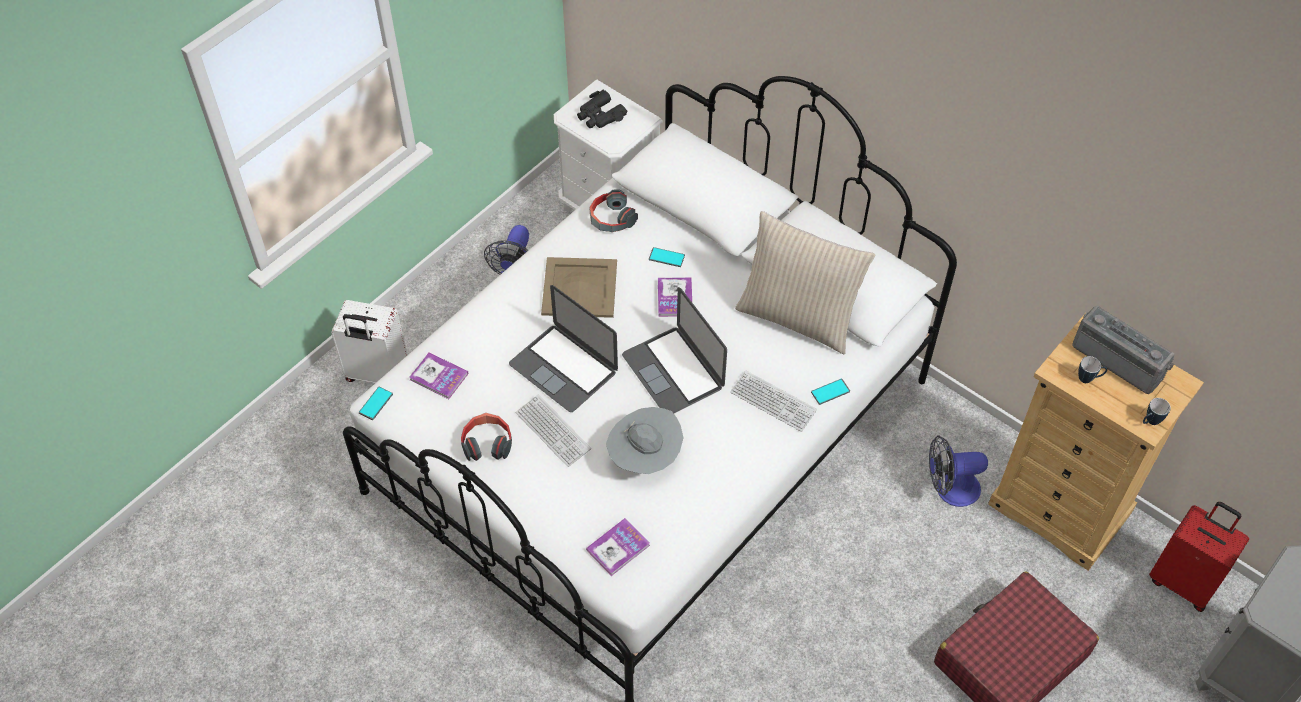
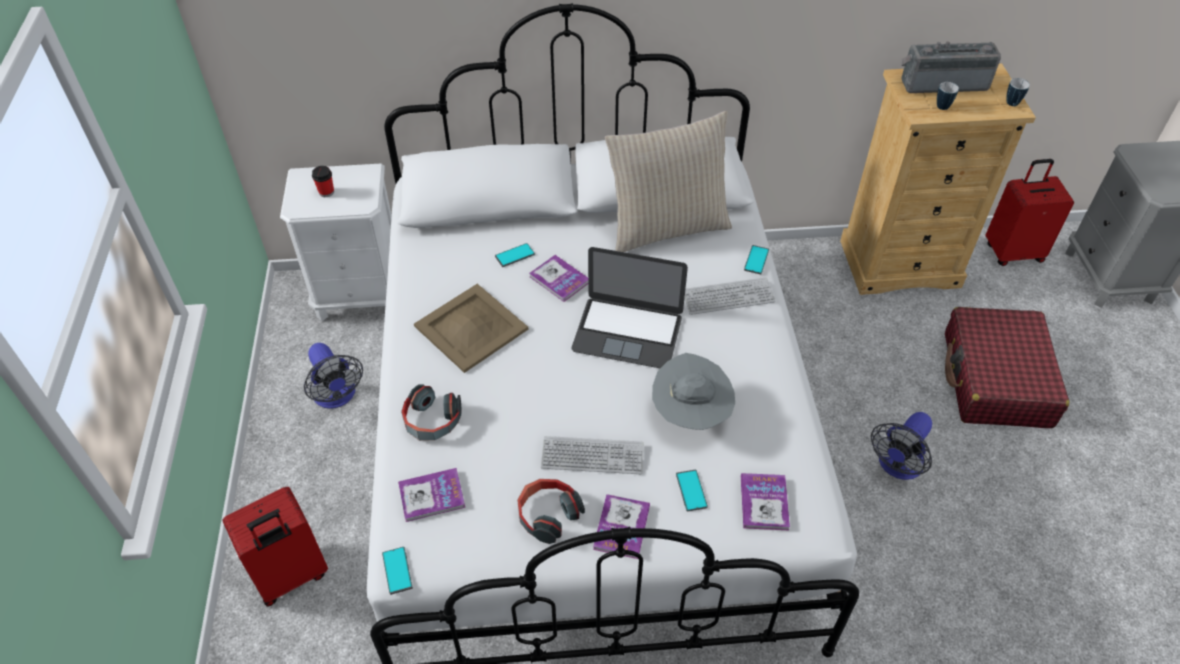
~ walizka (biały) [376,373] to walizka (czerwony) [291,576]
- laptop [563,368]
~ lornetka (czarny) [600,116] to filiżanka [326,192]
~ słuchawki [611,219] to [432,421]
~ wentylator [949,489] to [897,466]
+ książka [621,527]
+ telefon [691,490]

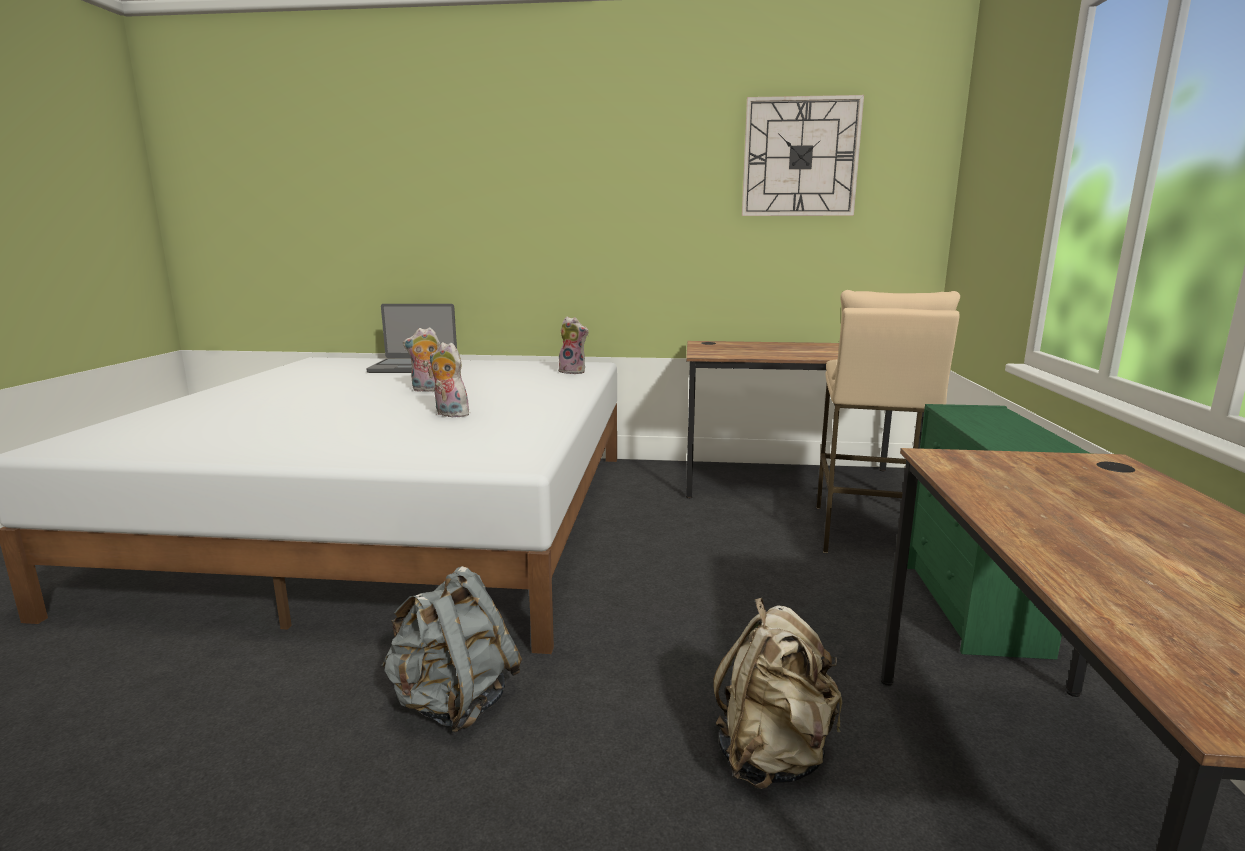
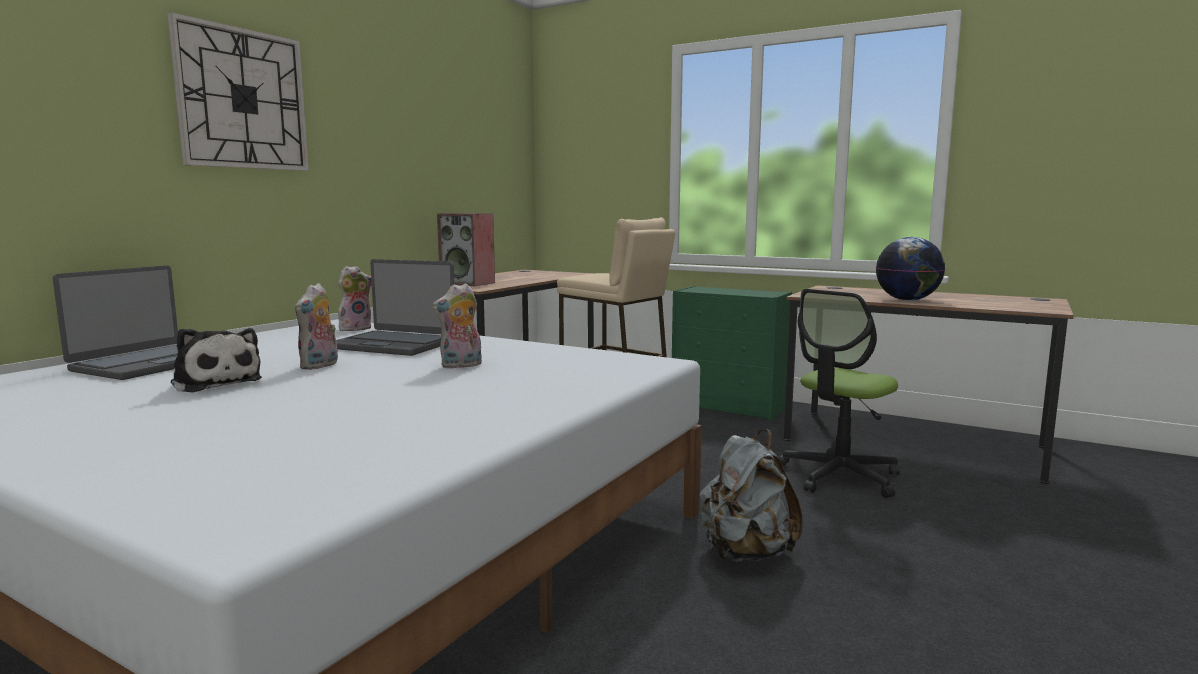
~ plecak (beżowy) [773,755] to krzesło biurowe [839,476]
~ zegar ścienny [800,157] to [242,99]
+ pluszak [216,382]
+ laptop [394,345]
+ głośnik [468,283]
+ globus [907,300]

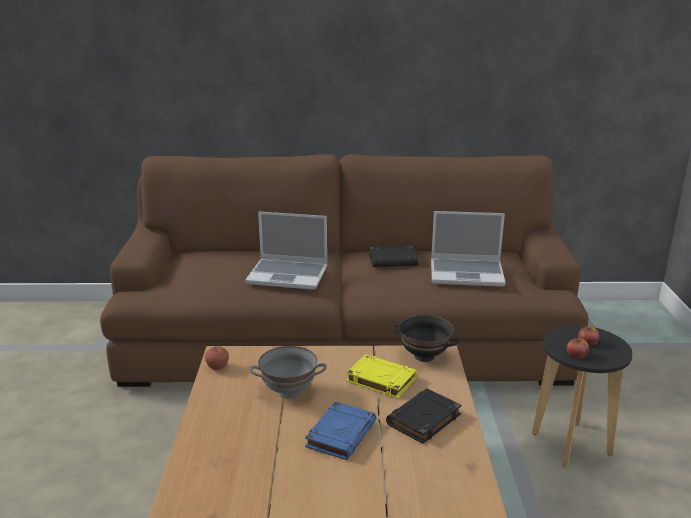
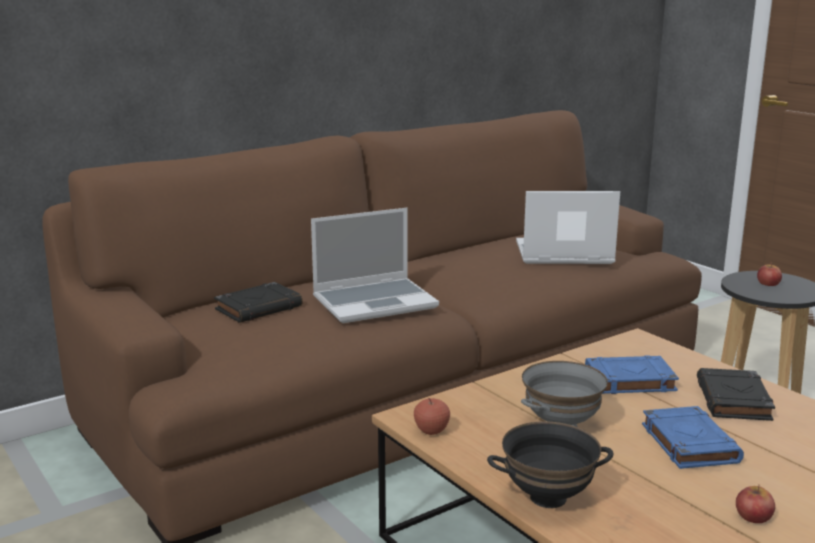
~ książka (żółty) [380,380] to książka (niebieski) [629,381]
~ książka (czarny) [393,260] to [259,308]
~ miska (czarny) [423,357] to [548,498]
~ laptop [467,273] = [562,254] 150 degrees counterclockwise
~ jabłko [576,354] to [753,516]

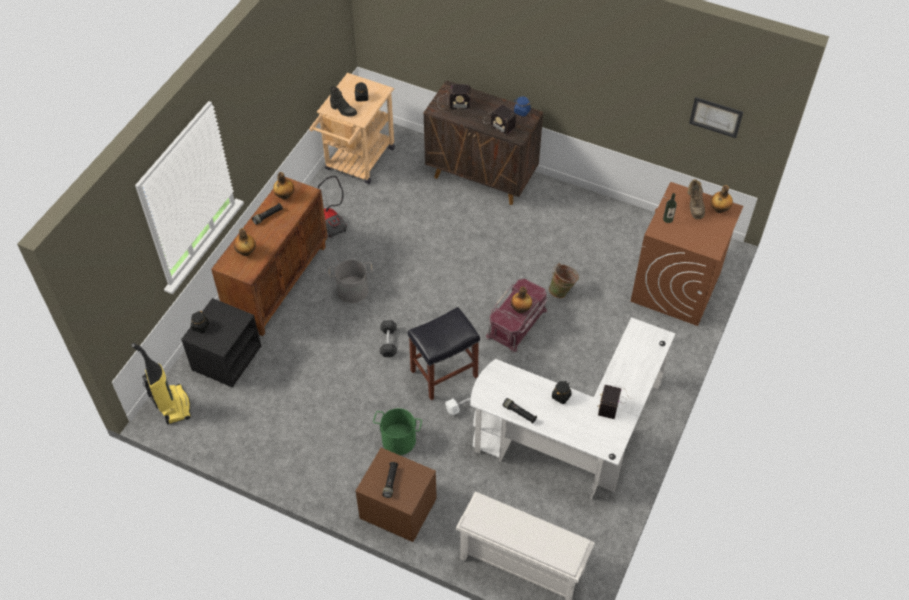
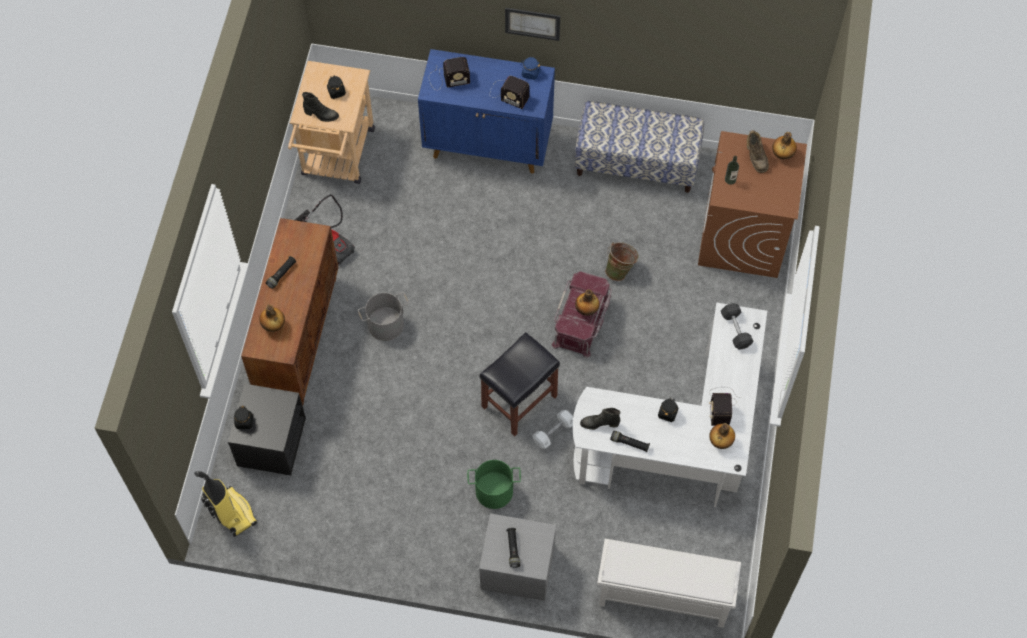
~ butelka [284,196] to [720,441]
~ szafka nocna (brązowy) [397,509] to szafka nocna (szary) [516,569]
~ hantel (szary) [388,342] to [735,330]
~ szafka (brązowy) [482,177] to szafka (niebieski) [489,144]
~ obraz [716,117] to [532,23]
+ ławka [637,163]
+ but z cholewką (czarny) [599,423]

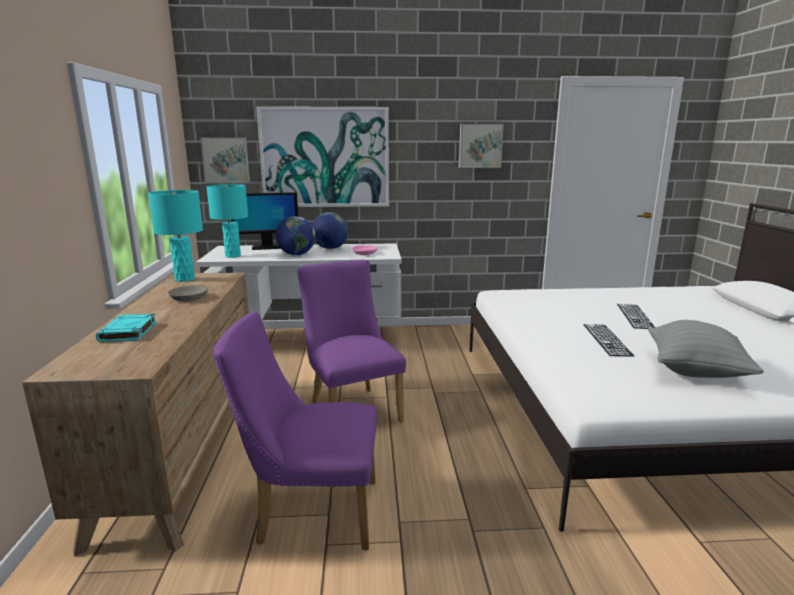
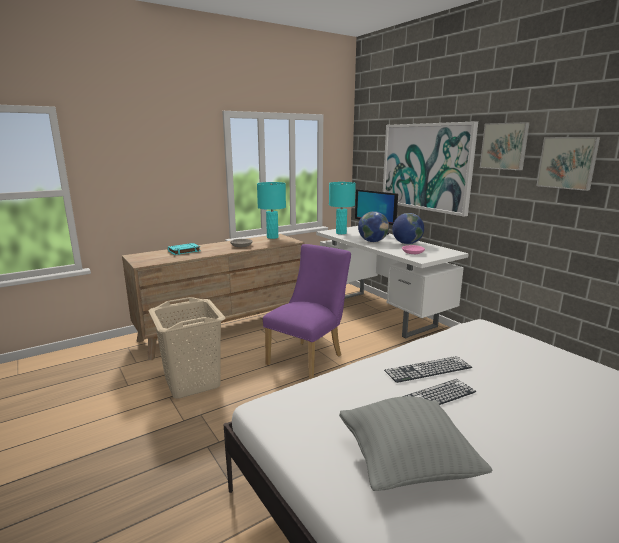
~ obraz [226,159] to [504,146]
~ krzesło (fioletowy) [309,512] to kosz na pranie (beżowy) [193,382]
~ klawiatura [635,316] to [428,369]

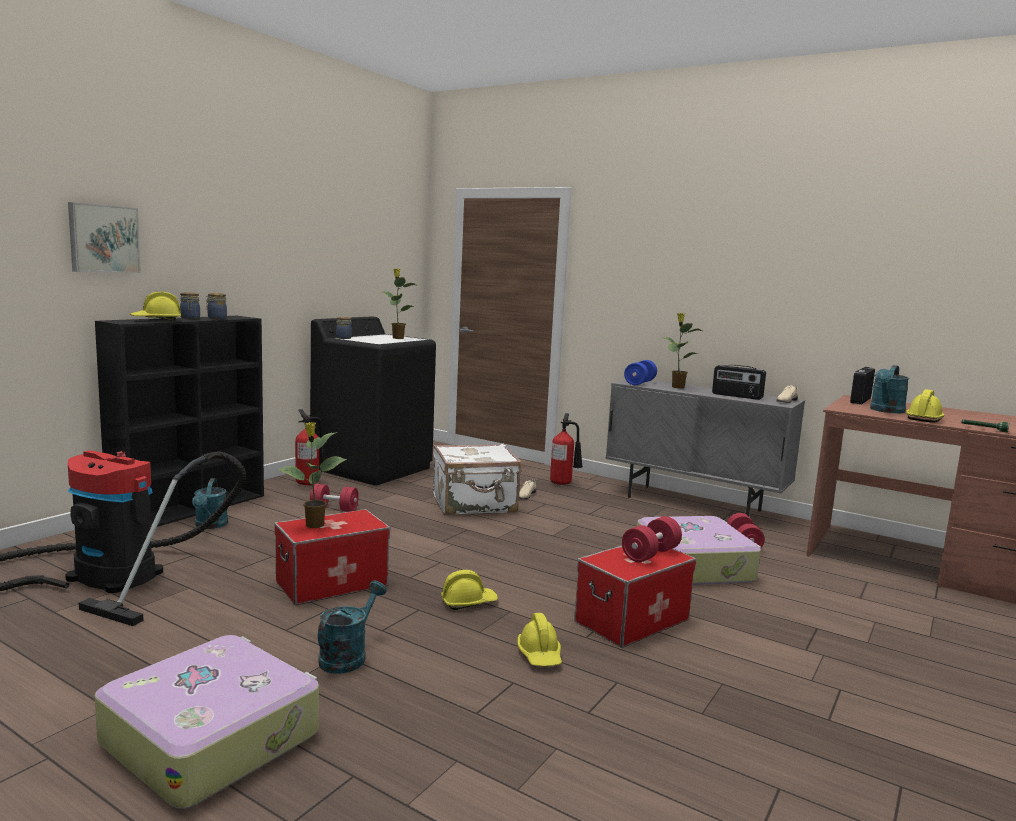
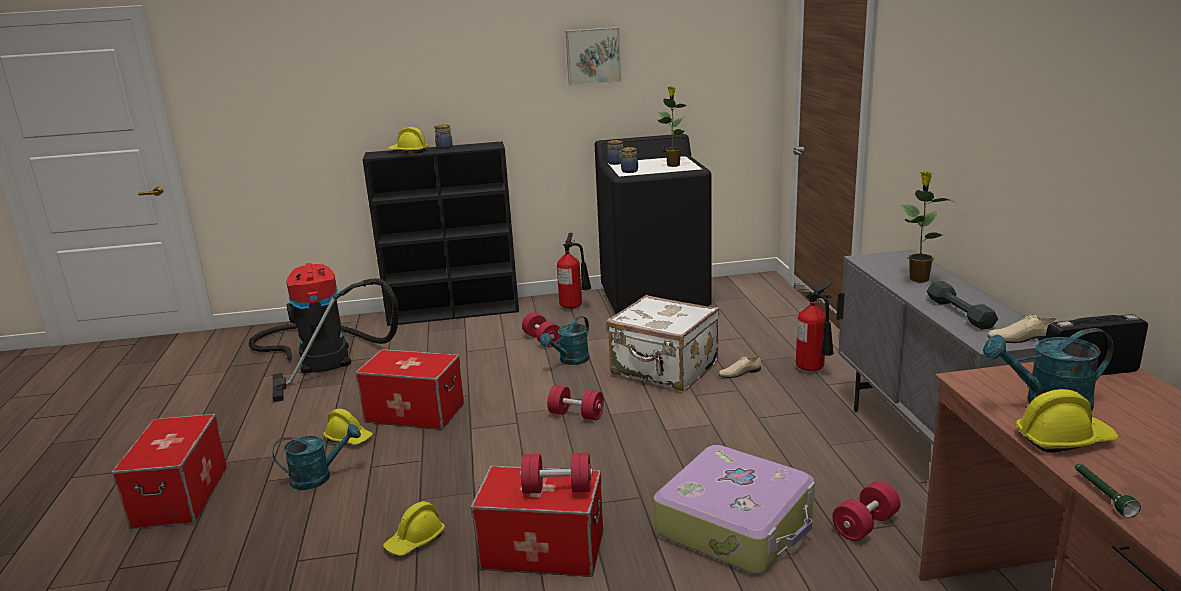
~ obraz [103,239] to [593,56]
~ walizka [212,737] to pojemnik do przechowywania [180,496]
~ konewka (turkusowy) [210,525] to [570,361]
~ słoik [216,318] to [628,171]
- roślina doniczkowa [314,525]
~ kask (żółty) [468,602] to [349,438]
- hantel (niebieski) [640,383]
~ radio [737,396] to hantel (szary) [960,313]
+ hantel (czerwony) [576,415]

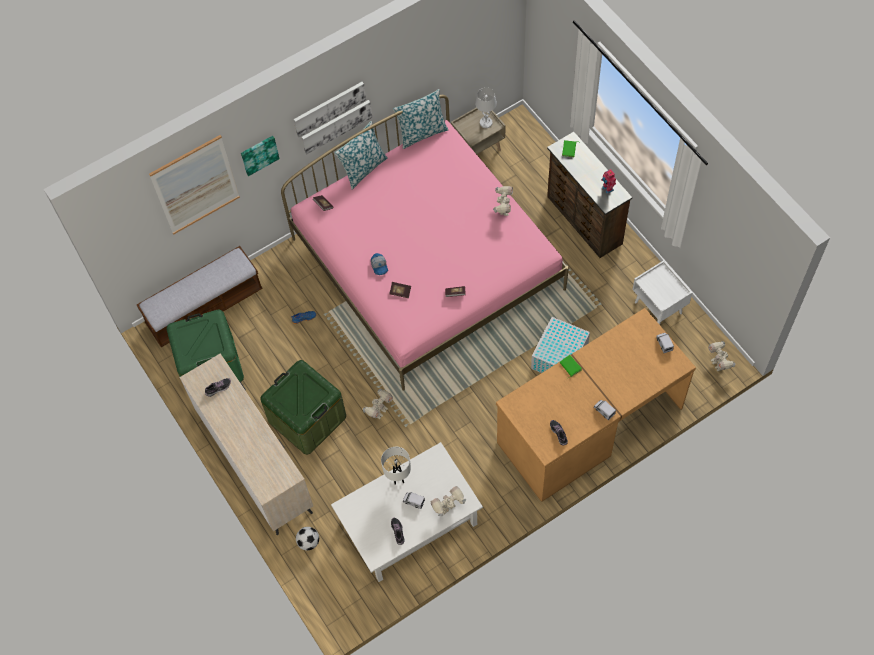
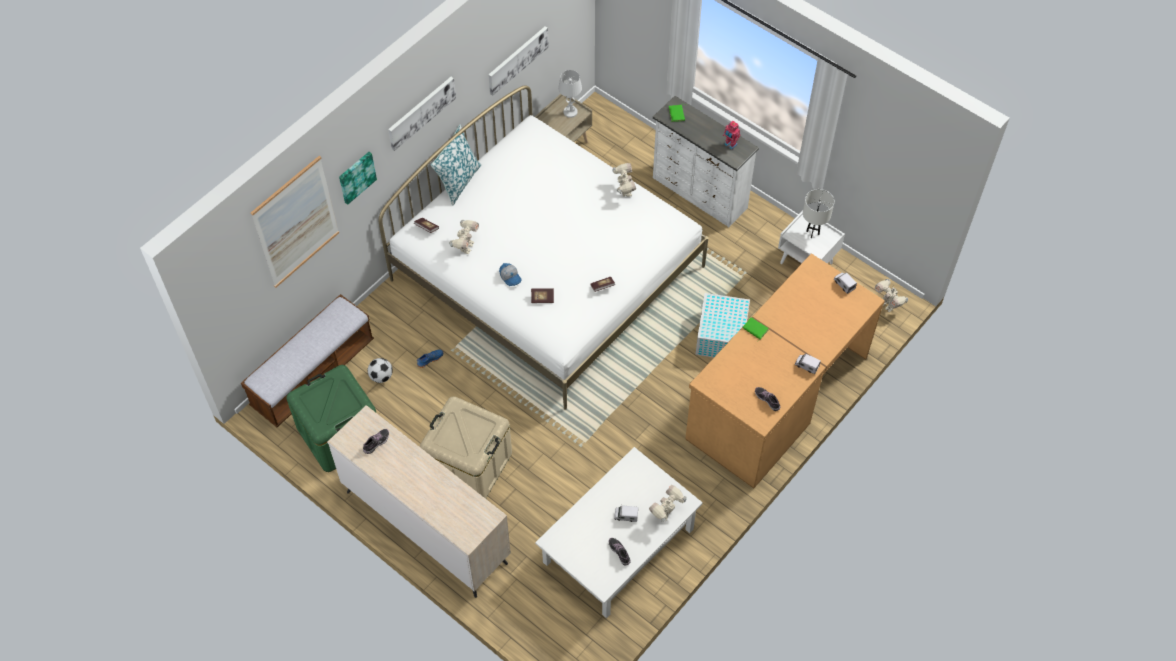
~ pojemnik do przechowywania (zielony) [307,418] to pojemnik do przechowywania (beżowy) [468,464]
~ łóżko (różowy) [427,264] to łóżko (biały) [547,273]
~ piłka futbolowa [308,542] to [381,376]
~ obraz [336,126] to [517,59]
~ robot zabawkowy [379,411] to [466,247]
~ lampa stołowa (biały) [398,479] to [812,233]
- poduszka [422,133]
~ komoda (brązowy) [583,221] to komoda (biały) [699,194]

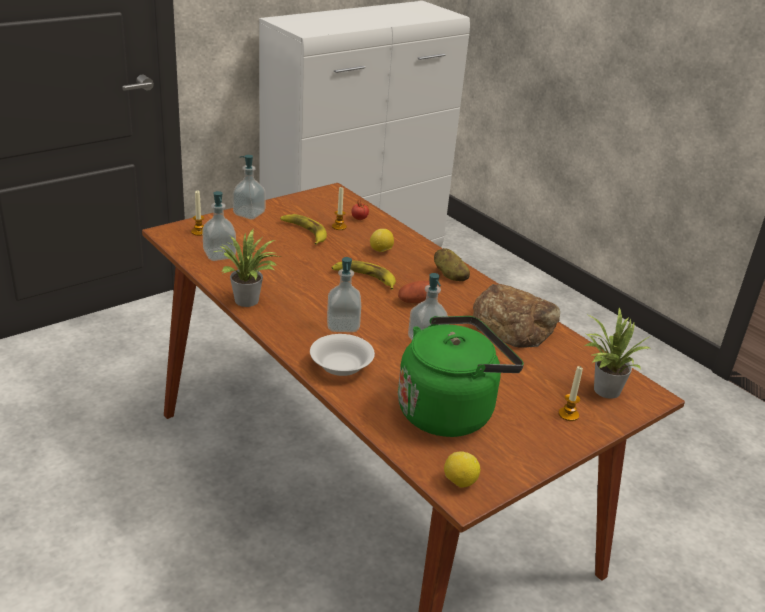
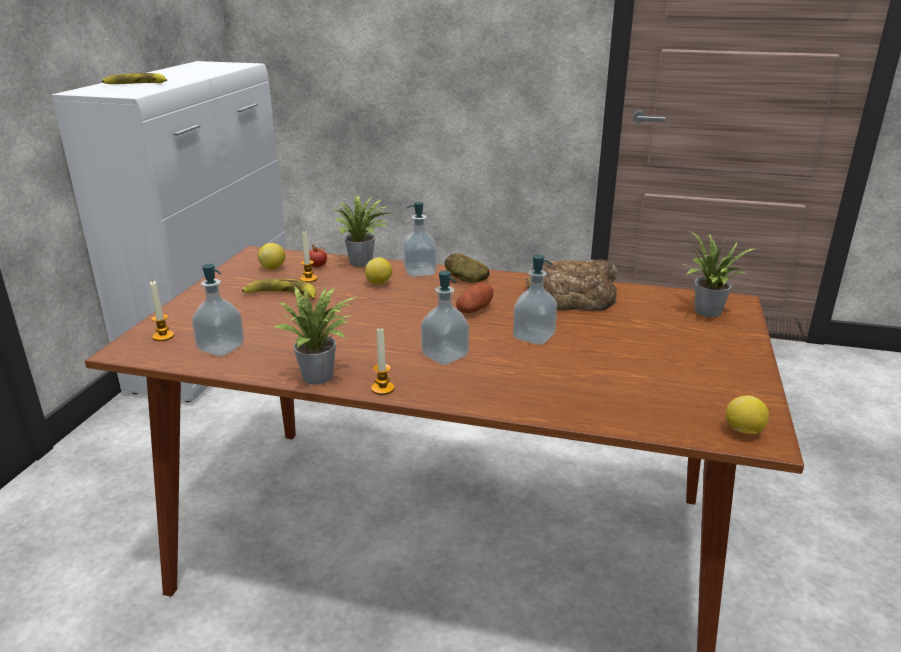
~ dozownik mydła [249,214] to [420,272]
- miska (biały) [340,366]
~ banan [364,278] to [136,84]
- czajnik (zielony) [449,410]
~ świeca [568,414] to [382,388]
+ cytryna [273,268]
+ roślina doniczkowa [363,263]

